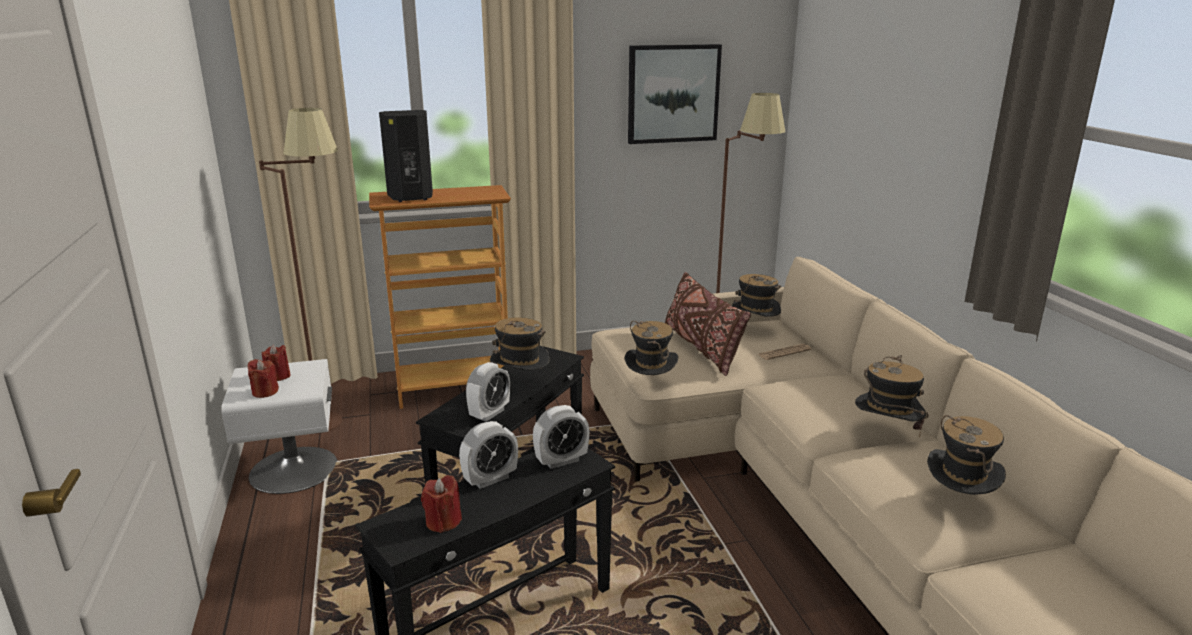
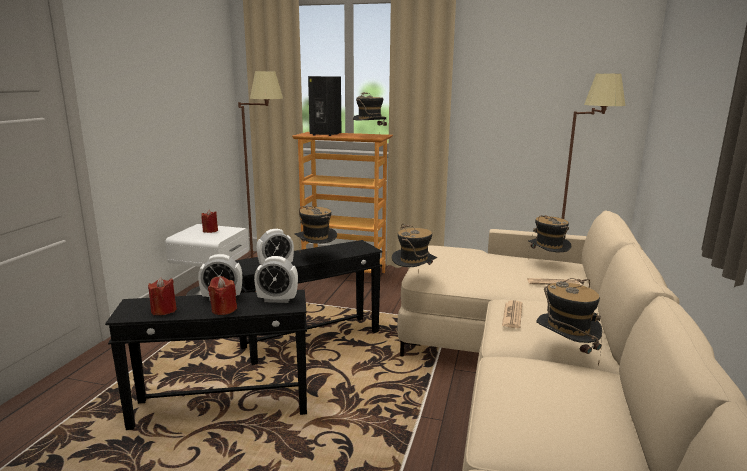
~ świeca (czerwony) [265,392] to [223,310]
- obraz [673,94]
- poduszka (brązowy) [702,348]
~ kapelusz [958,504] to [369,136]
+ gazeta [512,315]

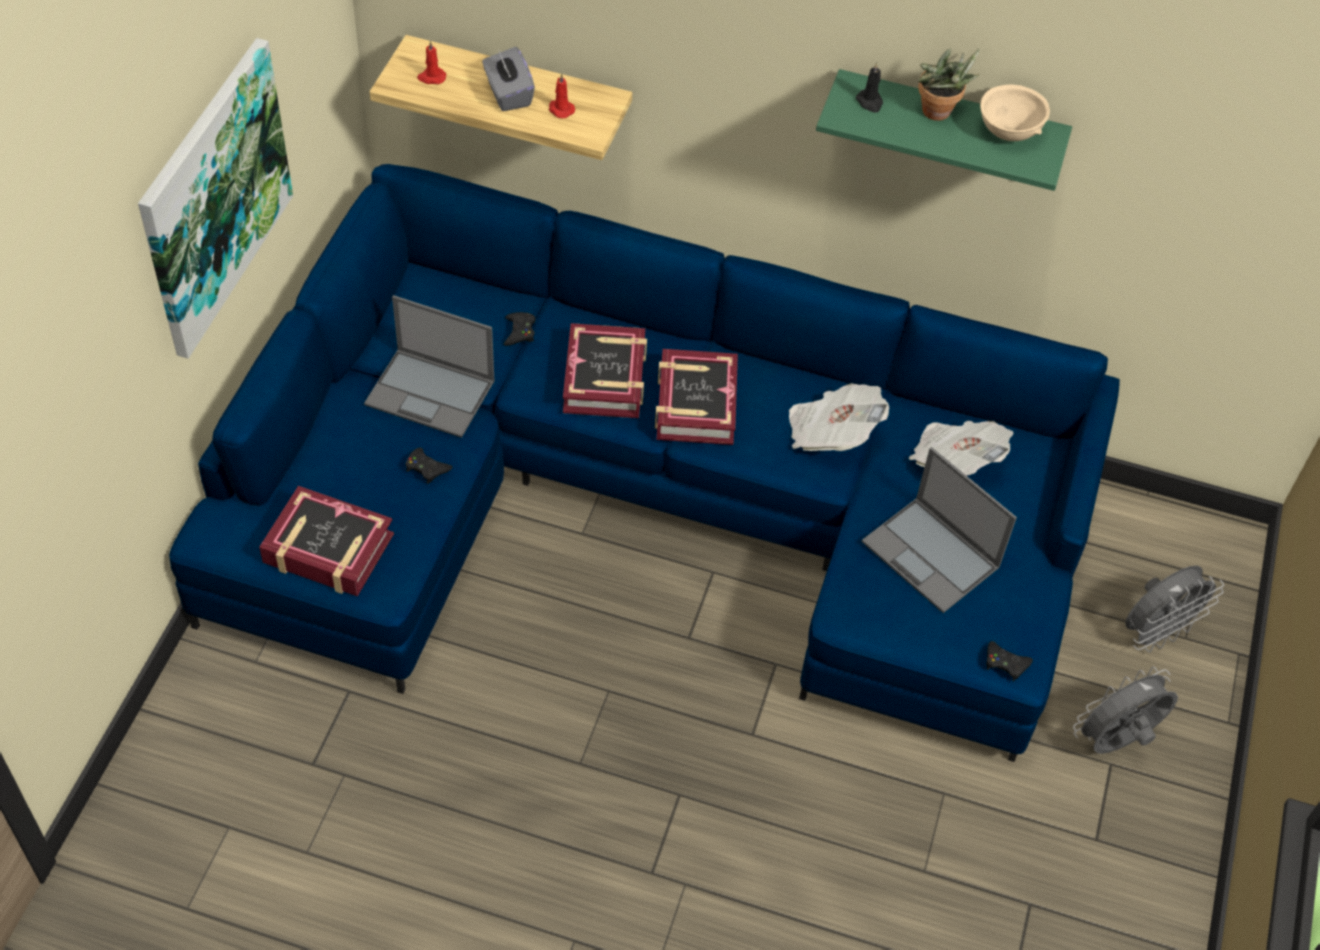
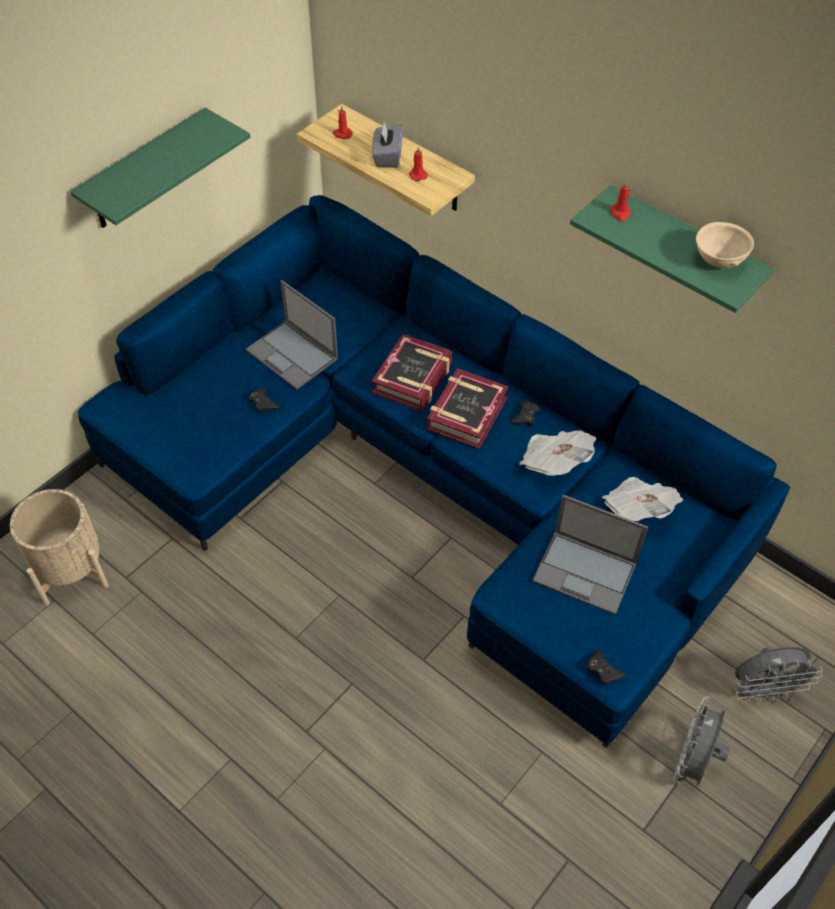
~ obraz [214,197] to półka (zielony) [145,171]
- książka [328,549]
~ pad do gier (czarny) [519,332] to [524,416]
~ świeca (czarny) [870,102] to świeca (czerwony) [620,213]
~ laptop [932,555] = [586,572] 45 degrees counterclockwise
- roślina doniczkowa [938,114]
~ wentylator (szary) [1115,742] = [693,761] 60 degrees counterclockwise
+ donica (beżowy) [71,570]

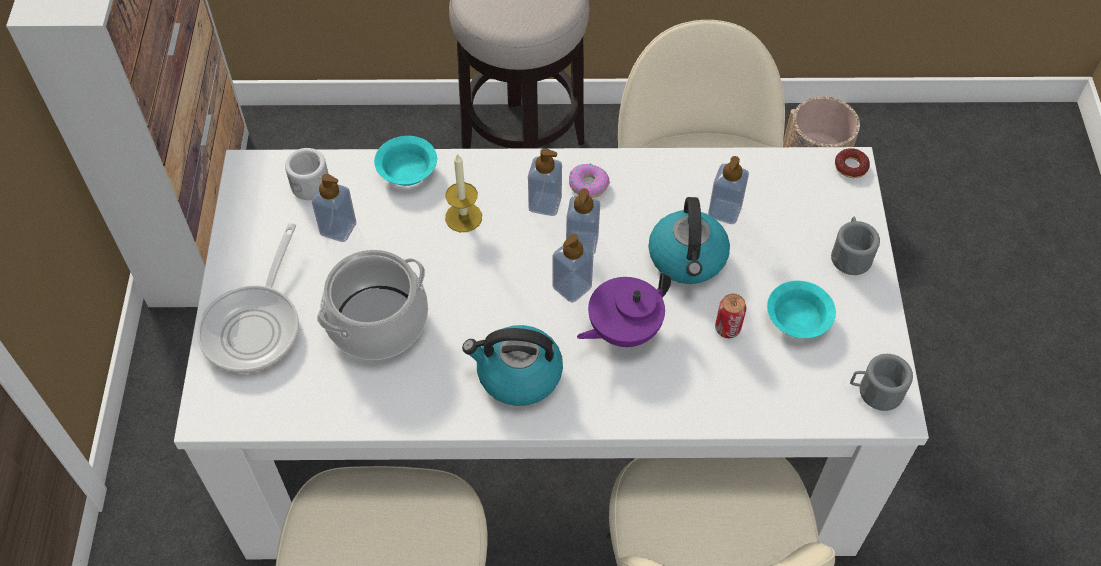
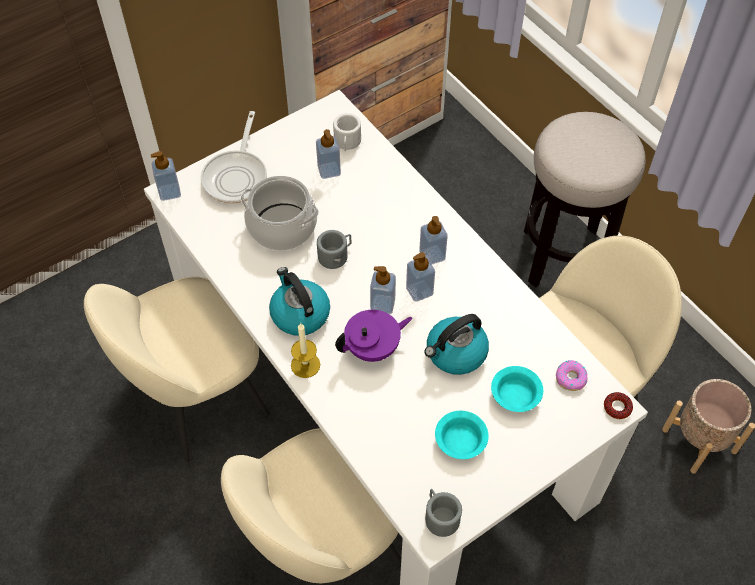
~ patelnia [256,326] = [237,176] 60 degrees counterclockwise
~ miska (turkusowy) [408,170] to [516,395]
~ świeca [463,217] to [305,365]
~ donut [588,184] to [571,378]
~ imbryk (fioletowy) [623,329] = [373,348] 135 degrees clockwise
~ dozownik mydła [724,211] to [169,192]
- puszka [727,328]
~ kubek (szary) [850,254] to [335,255]

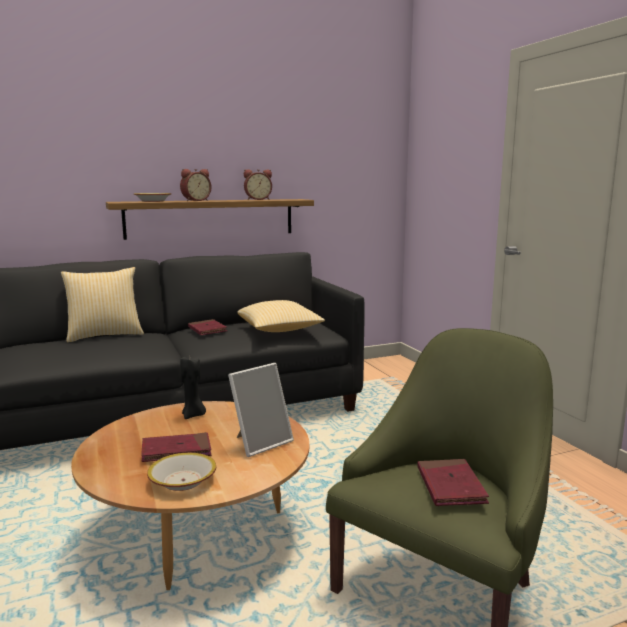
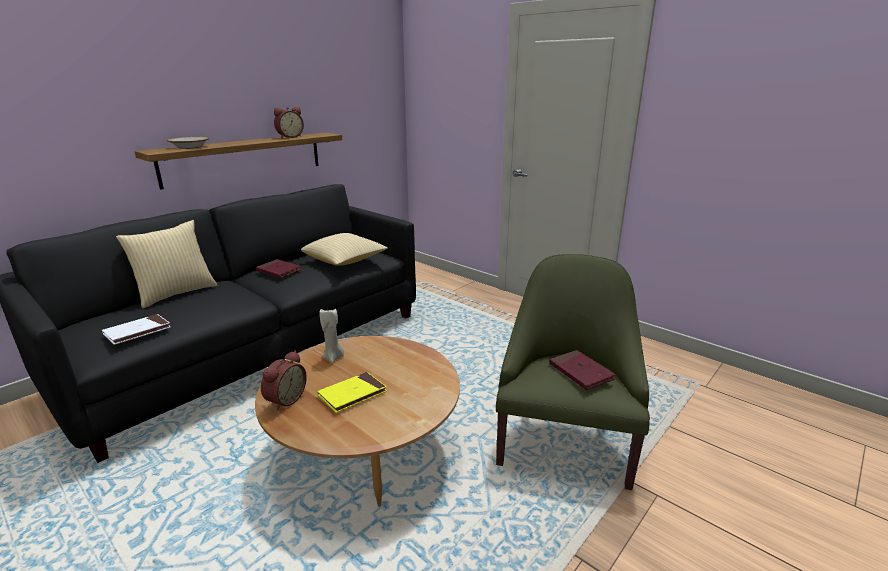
~ książka (czerwony) [176,451] to książka (żółty) [352,394]
- miska [183,481]
~ budzik [195,200] to [284,399]
~ świeca (czarny) [193,415] to świeca (beżowy) [333,357]
- ramka na zdjęcie [260,442]
+ książka (biały) [137,331]

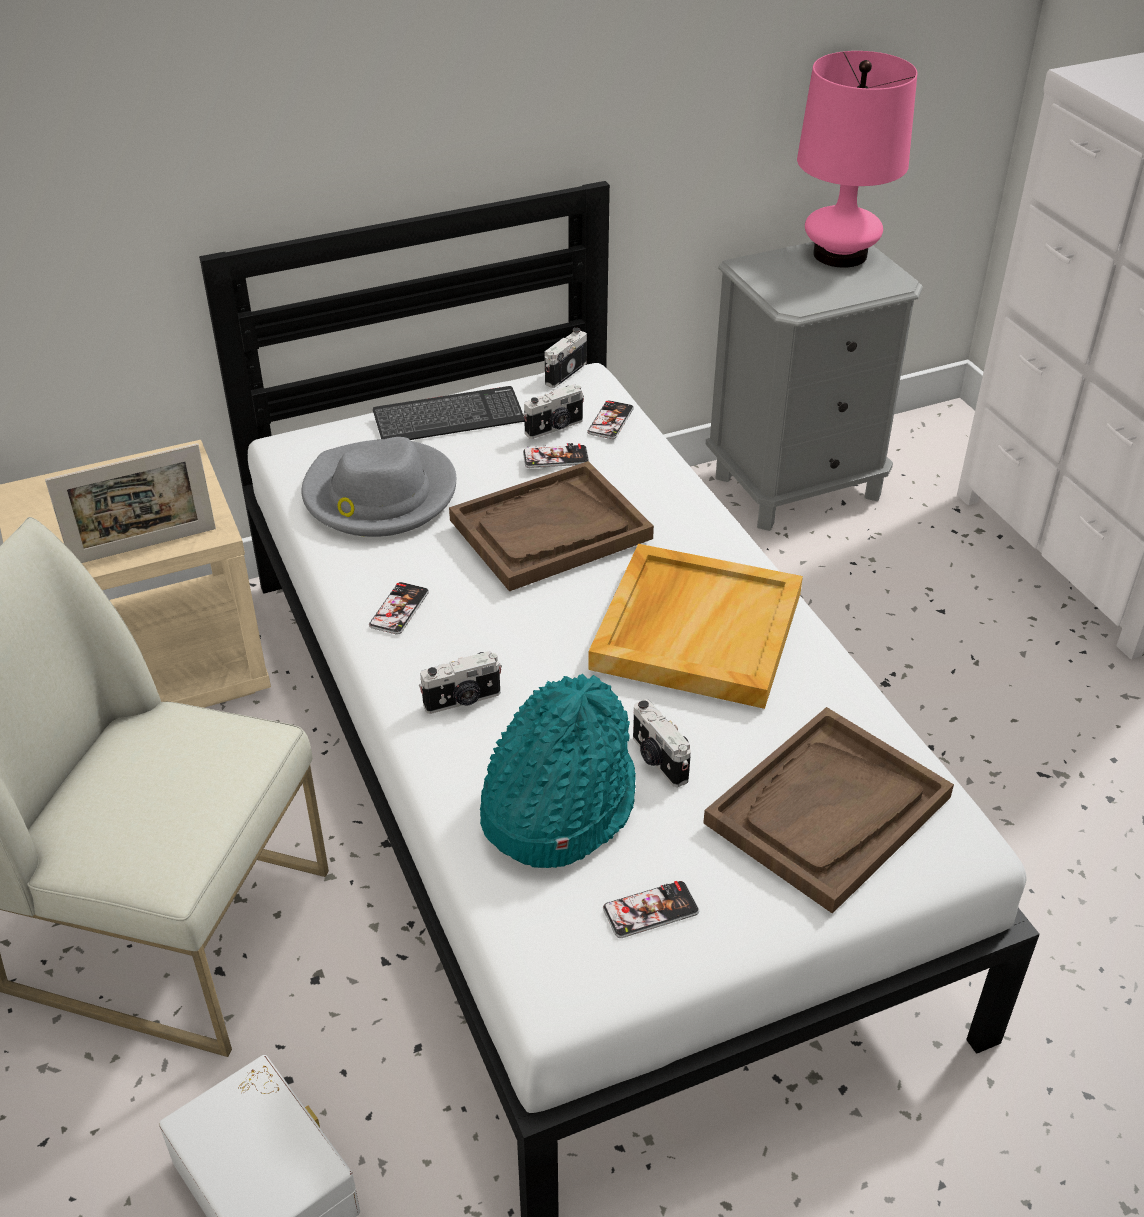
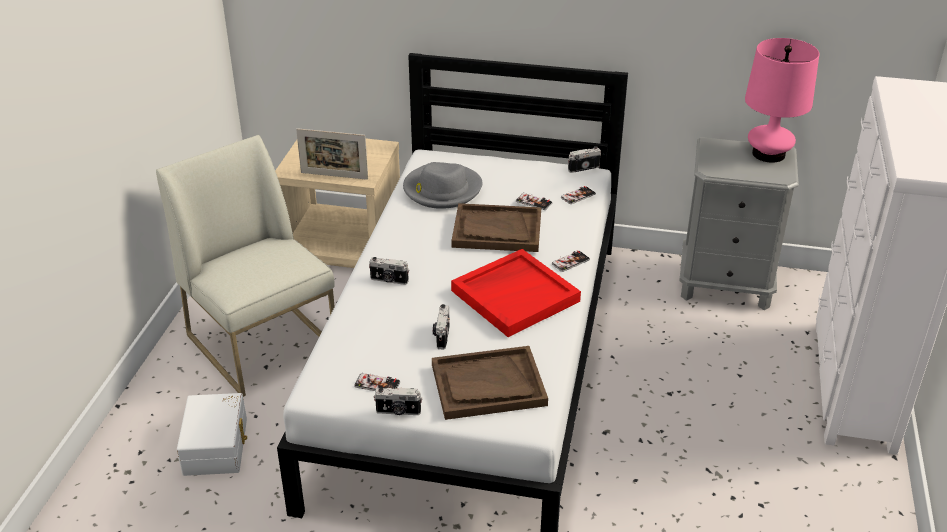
~ telefon [399,609] to [570,262]
- klawiatura [448,418]
- kapelusz (turkusowy) [556,803]
~ aparat fotograficzny [555,428] to [398,412]
~ taca (beżowy) [696,629] to taca (czerwony) [515,295]

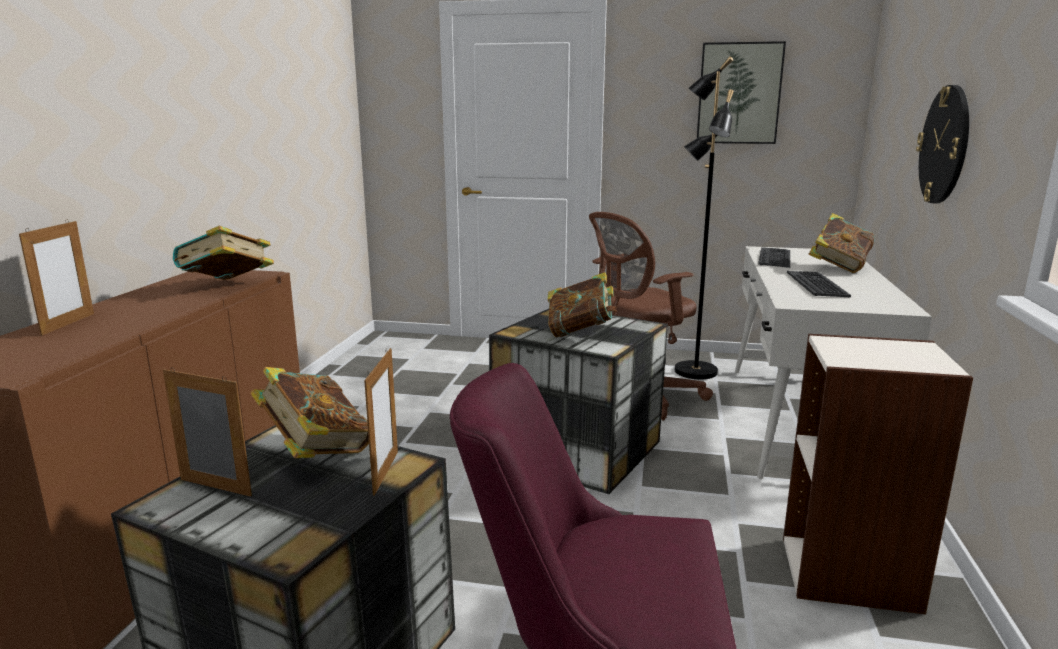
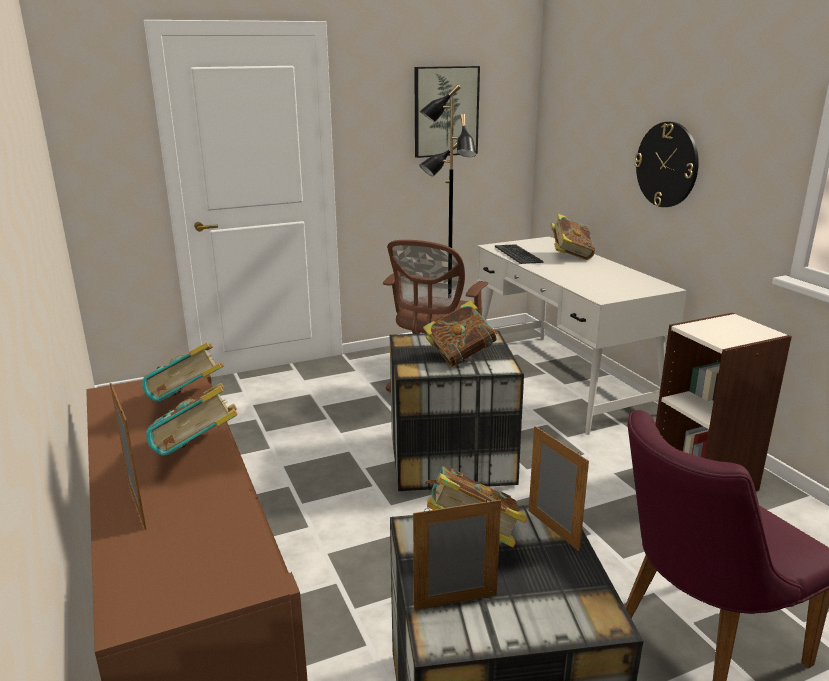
- klawiatura [817,285]
+ książka [199,454]

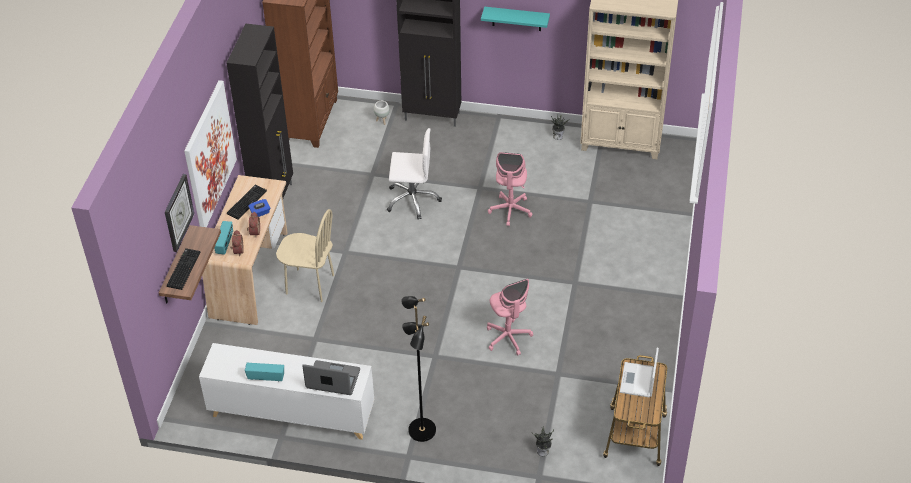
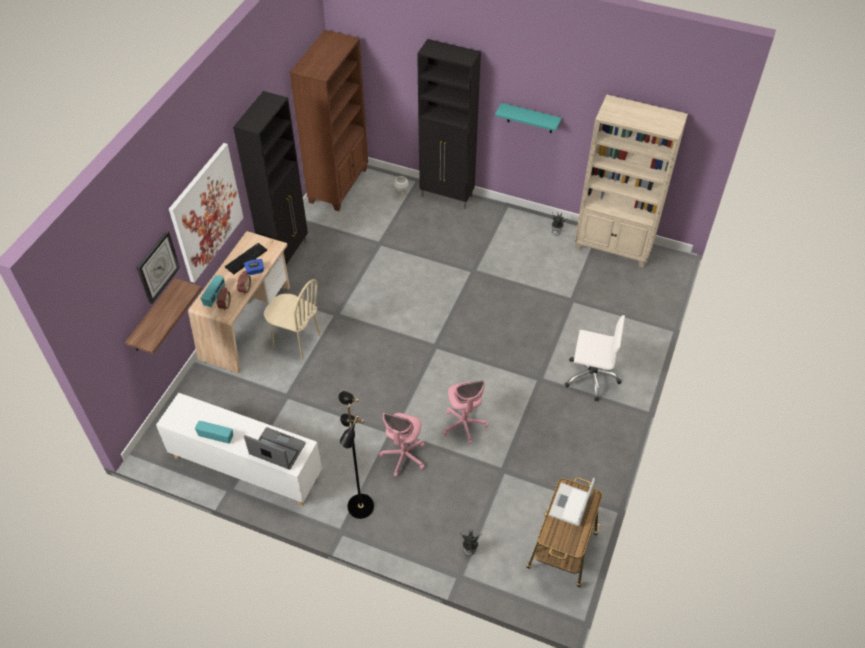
- klawiatura [183,269]
~ krzesło biurowe (biały) [412,200] to [591,377]
~ krzesło biurowe (różowy) [510,210] to [404,456]

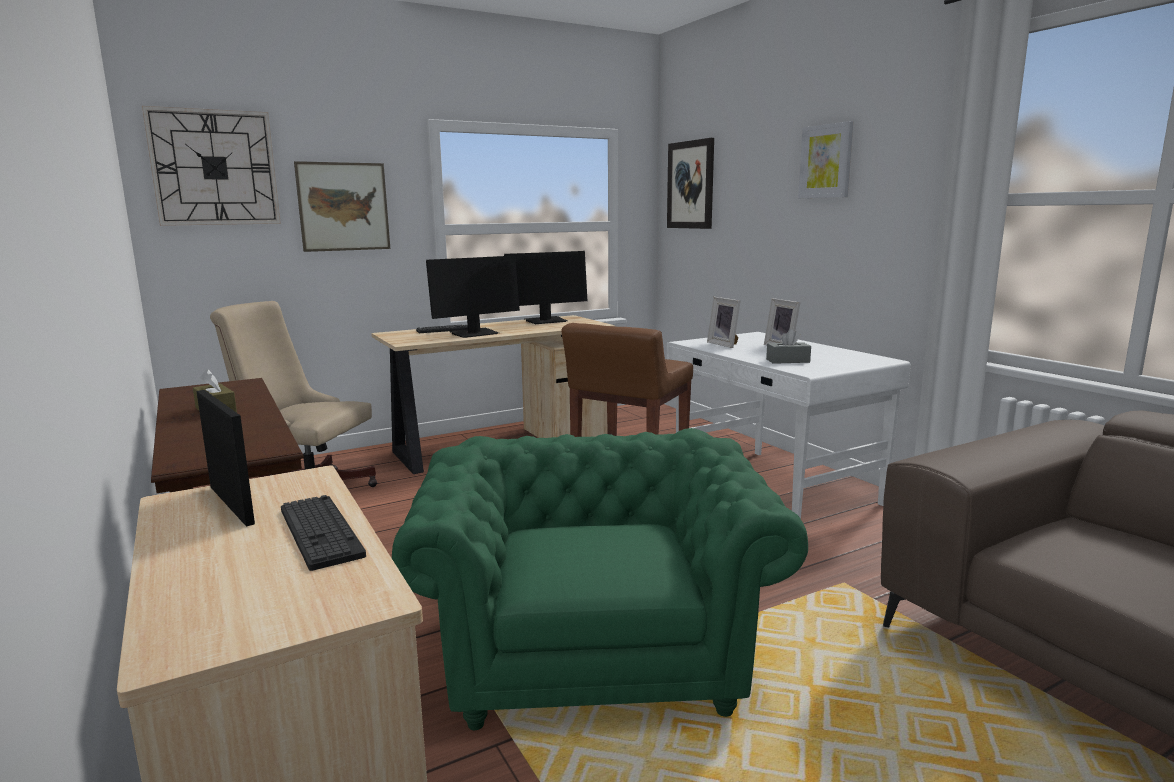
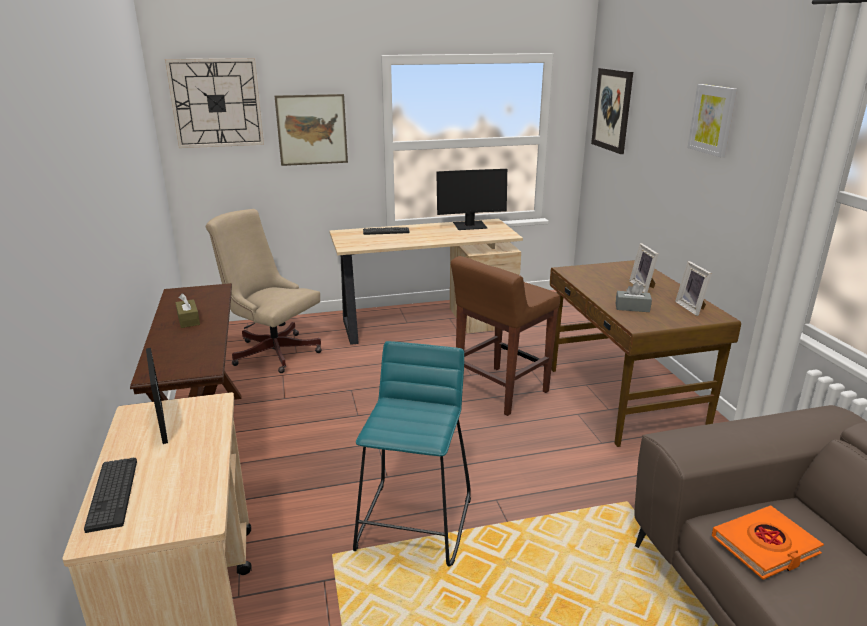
~ klawiatura [320,532] to [112,494]
~ fotel (zielony) [594,649] to stołek (turkusowy) [415,523]
- monitor [474,334]
~ biurko (biały) [773,488] to biurko (brązowy) [623,399]
~ ramka na zdjęcie [725,344] to [692,308]
+ książka (pomarańczowy) [765,546]

